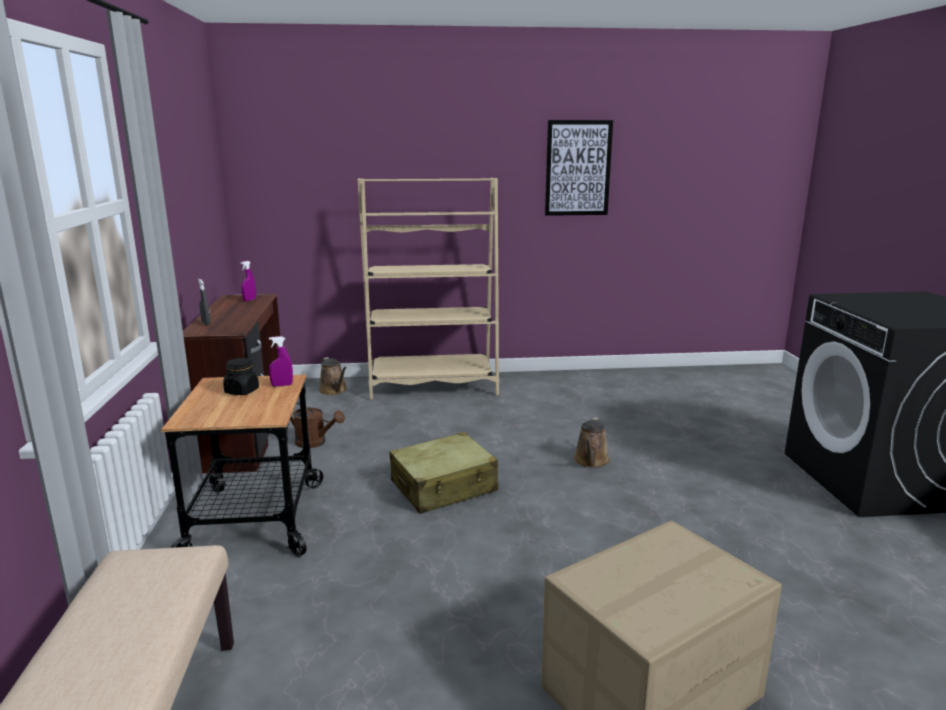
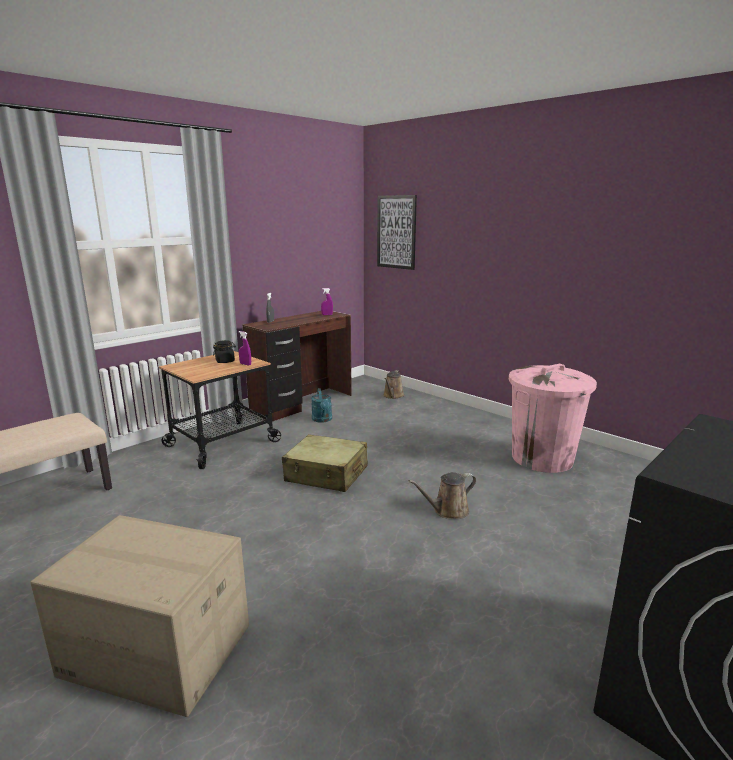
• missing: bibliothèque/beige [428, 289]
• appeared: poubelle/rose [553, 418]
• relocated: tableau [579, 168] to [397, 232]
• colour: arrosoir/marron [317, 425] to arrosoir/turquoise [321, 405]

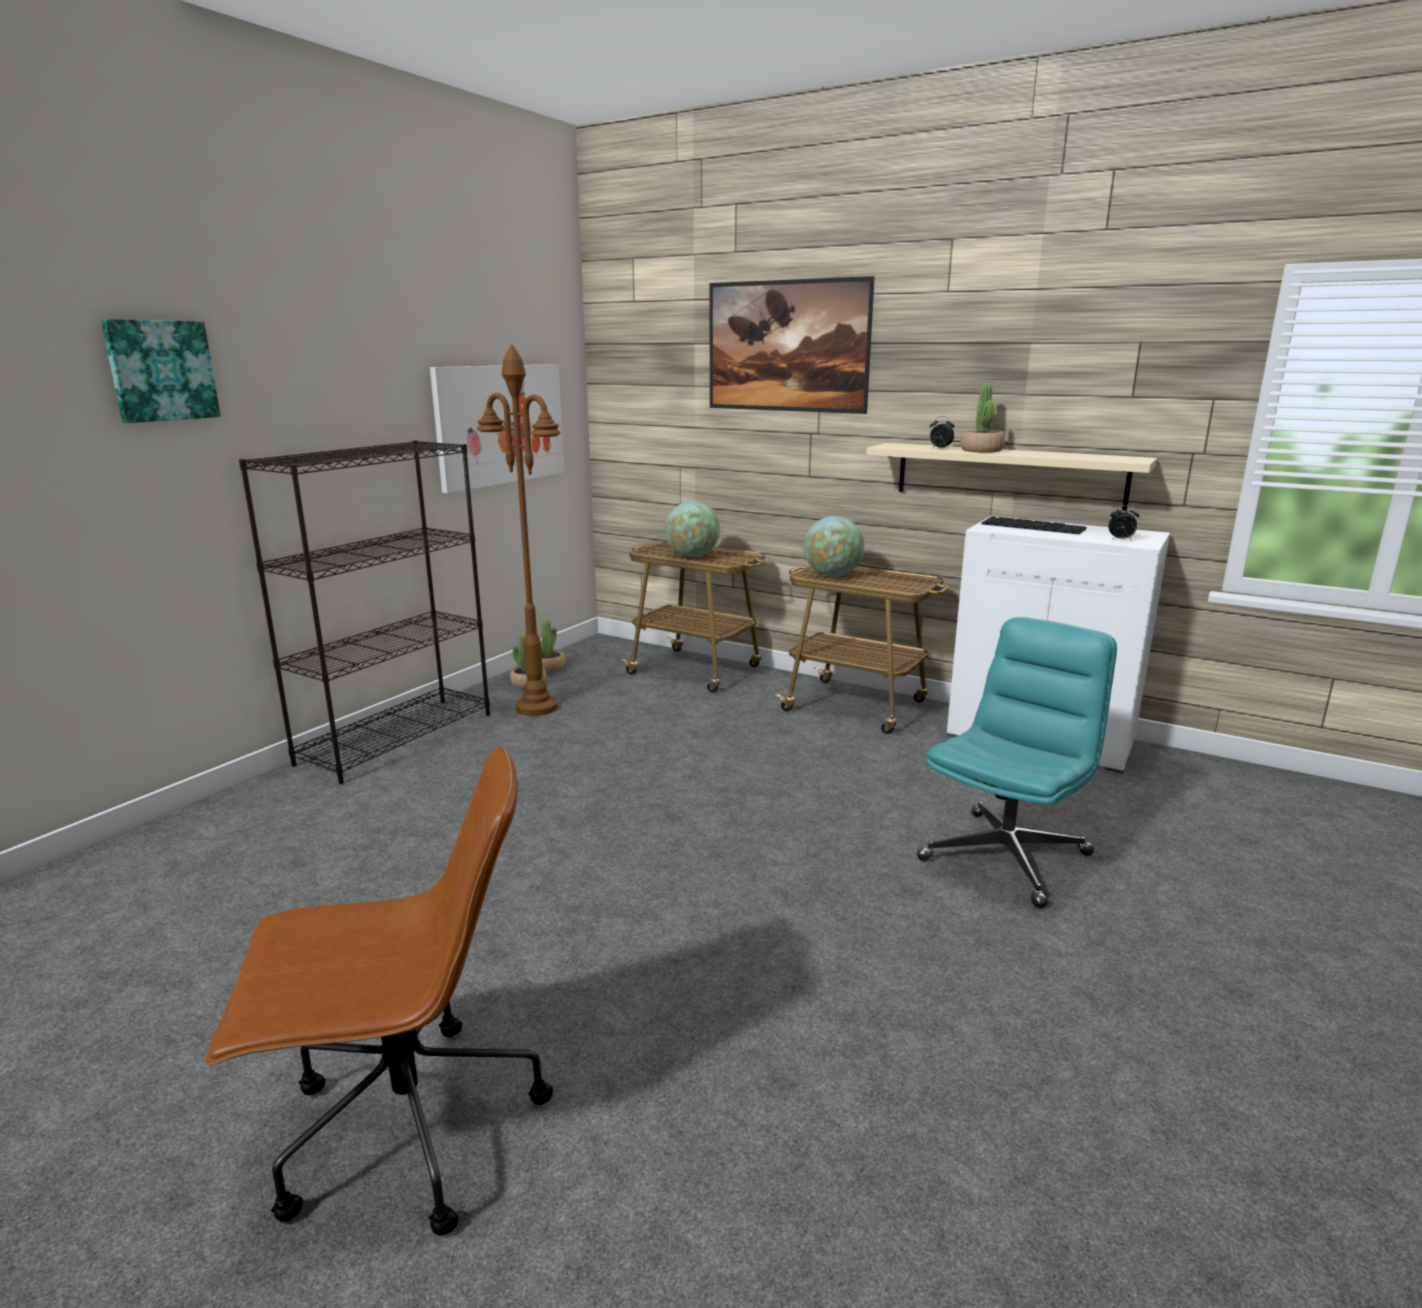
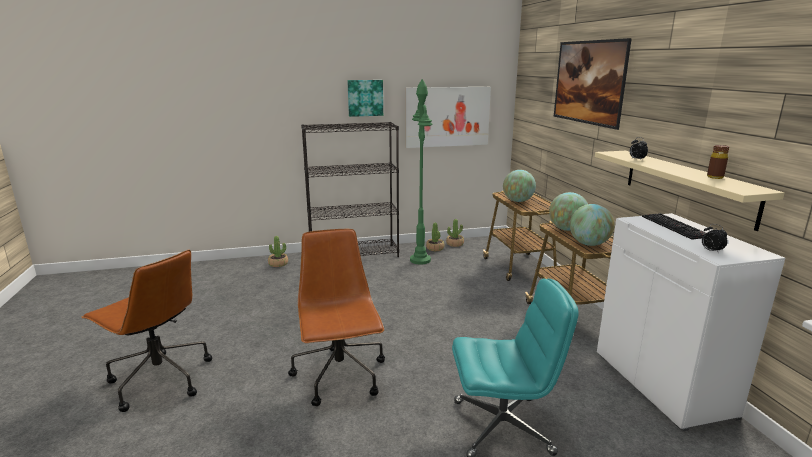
• appeared: chaise de bureau/marron [336, 317]
• appeared: globe [592, 225]
• appeared: bouteille/marron [718, 162]
• relocated: tableau [161, 371] to [365, 98]
• relocated: plante en pot [982, 418] to [278, 251]
• colour: lampadaire/marron [519, 530] to lampadaire/vert [421, 172]

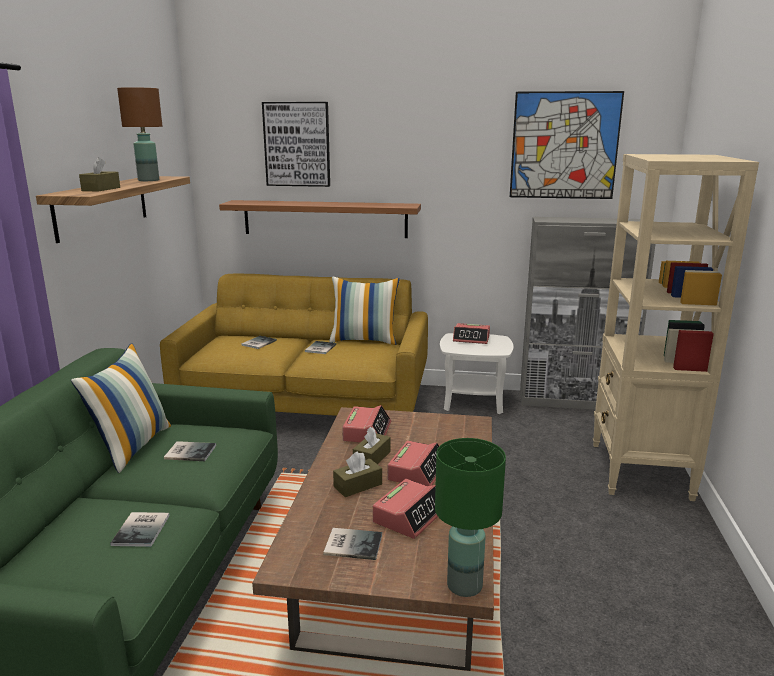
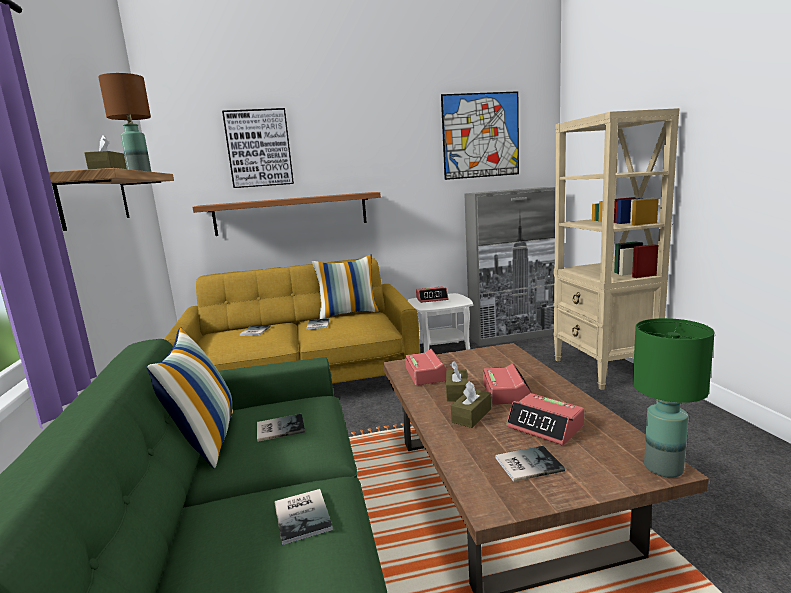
• spun: réveil [405, 509] = [545, 419] 120 degrees clockwise

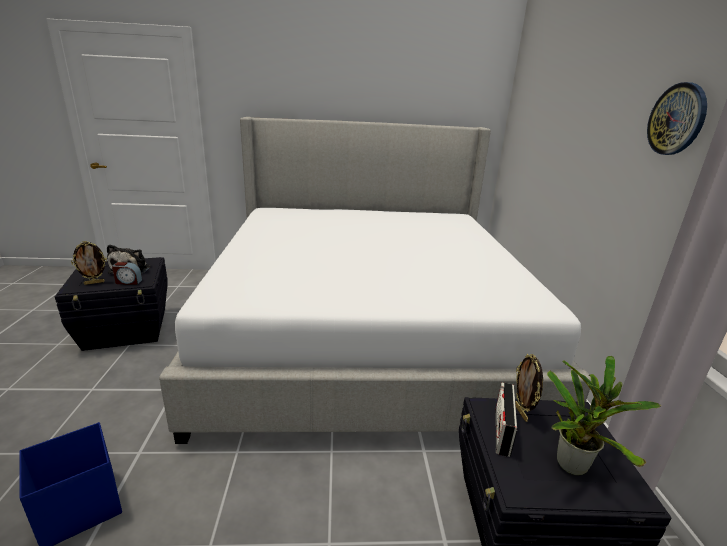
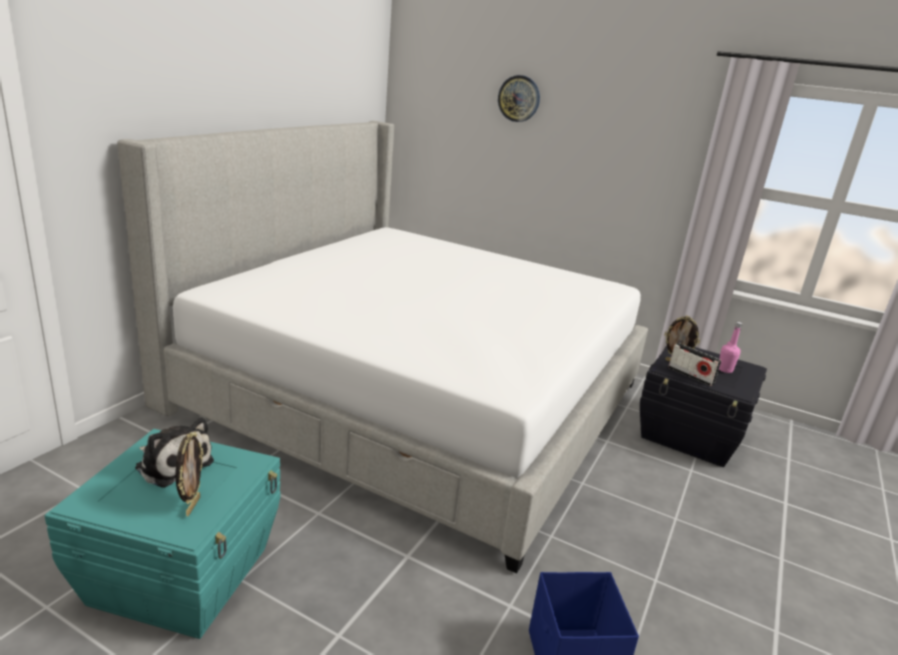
• missing: réveil [127, 273]
• relocated: horloge murale [677, 118] to [519, 98]
• exchanged: plante en pot [604, 415] to bouteille/rose [730, 347]
• colour: boîte de rangement/noir [111, 304] to boîte de rangement/turquoise [163, 534]

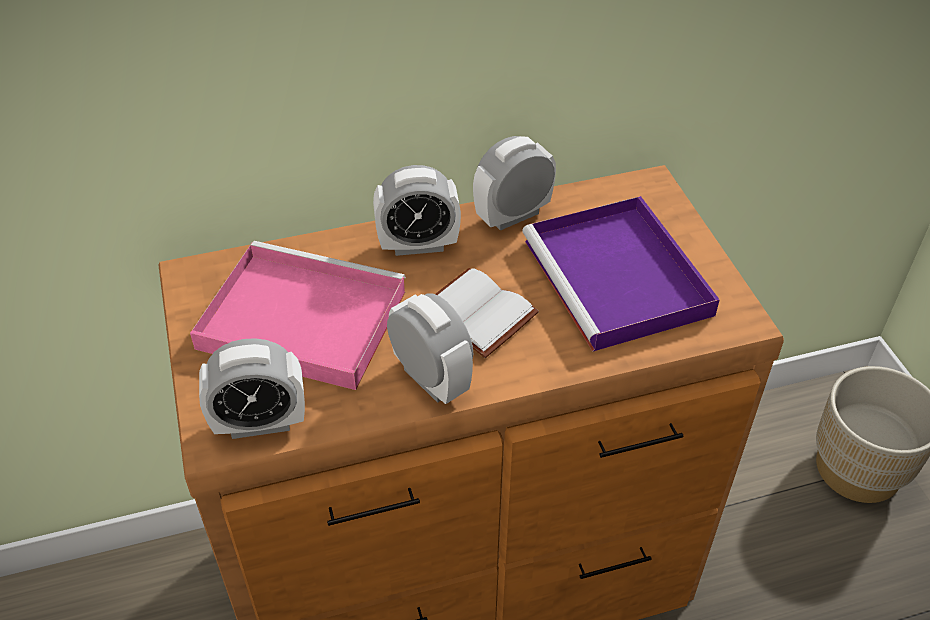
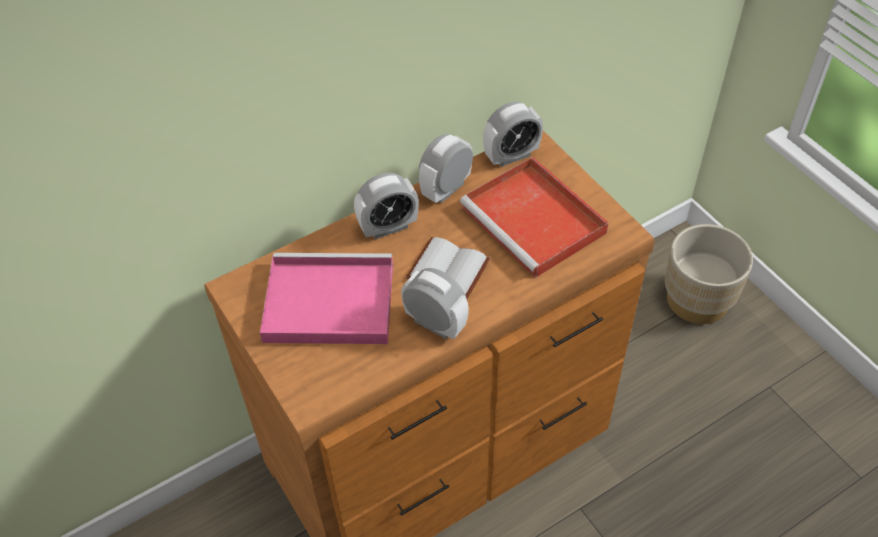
• relocated: réveil [252, 388] to [513, 134]
• colour: plateau/violet [621, 274] to plateau/rouge [534, 217]

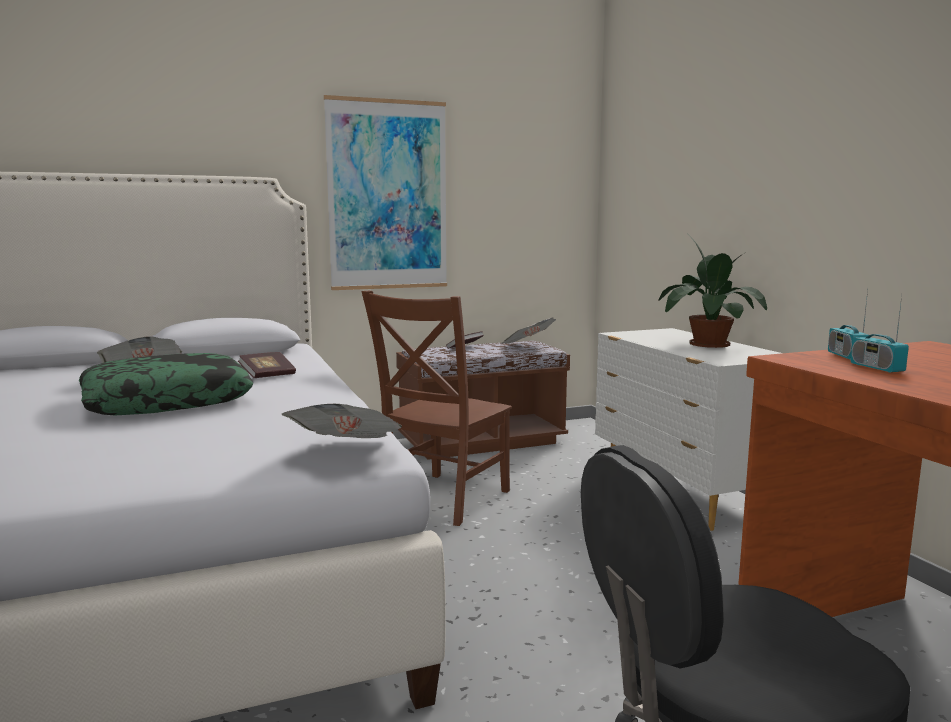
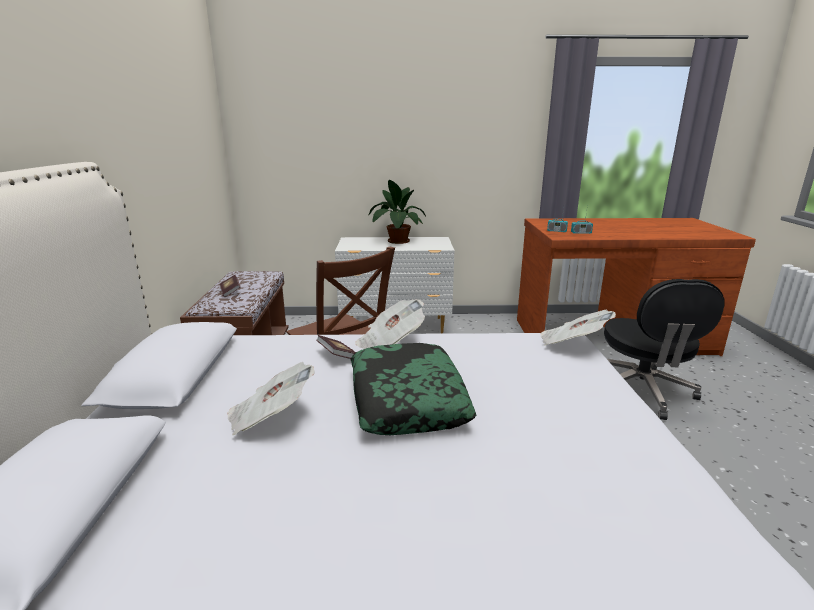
• missing: tableau [385, 192]
• relocated: journal [528, 330] to [390, 324]

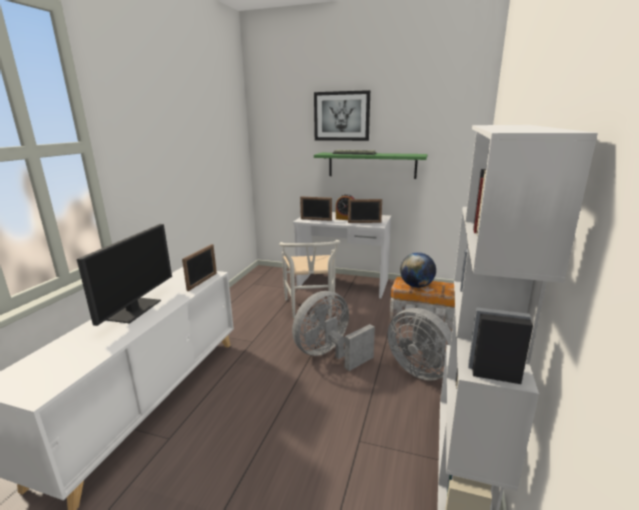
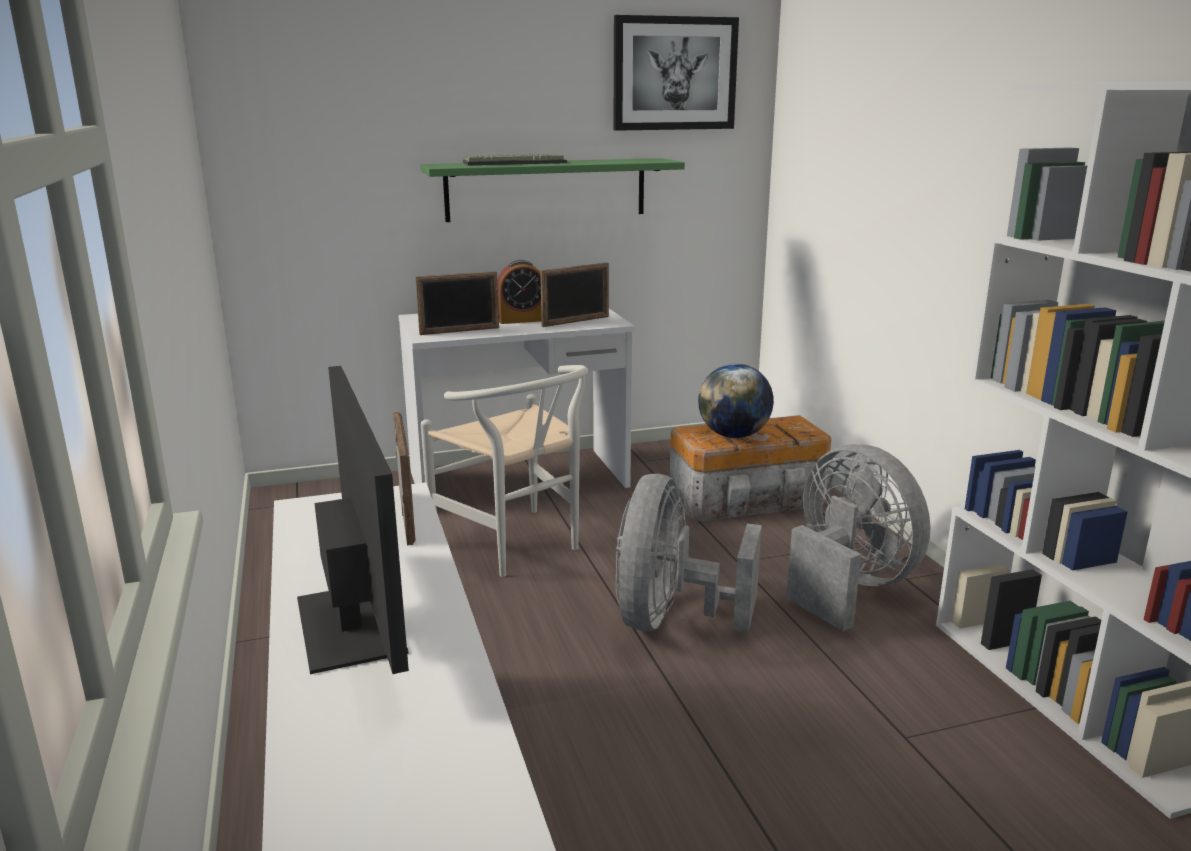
• relocated: tableau [342, 115] to [676, 73]
• spun: ventilateur/gris [420, 344] = [859, 537] 135 degrees counterclockwise

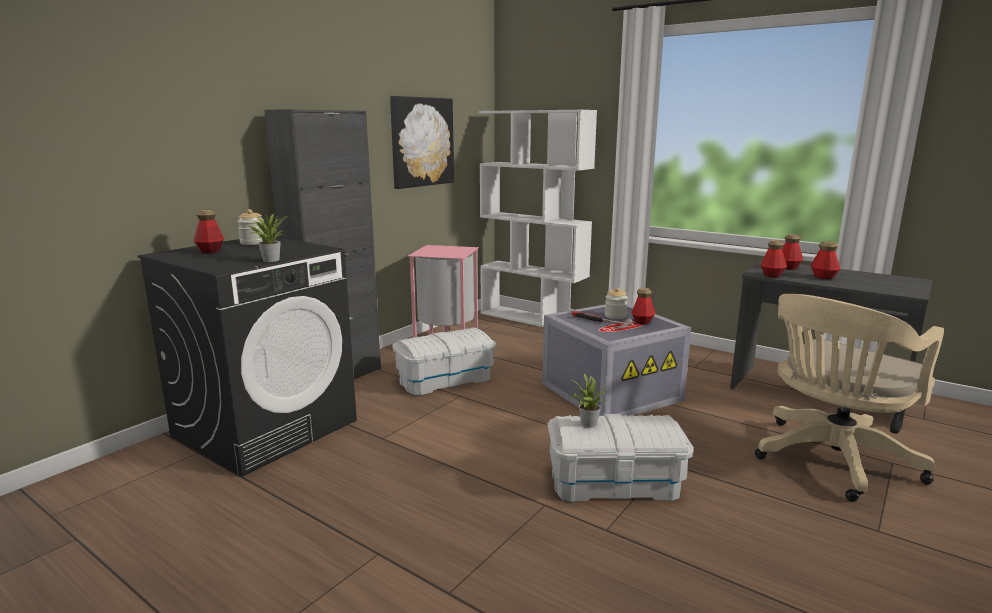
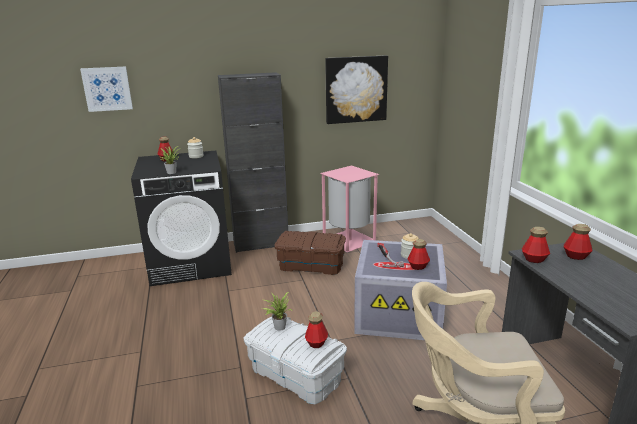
• missing: bibliothèque/blanc [538, 218]
• appeared: tableau [106, 89]
• relocated: bouteille [825, 260] to [316, 330]
• colour: boîte de rangement/blanc [444, 362] to boîte de rangement/marron [310, 253]

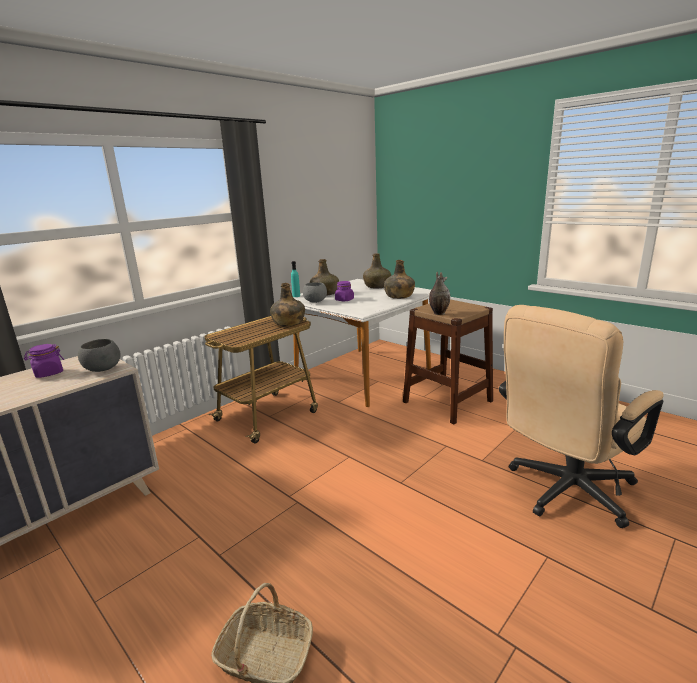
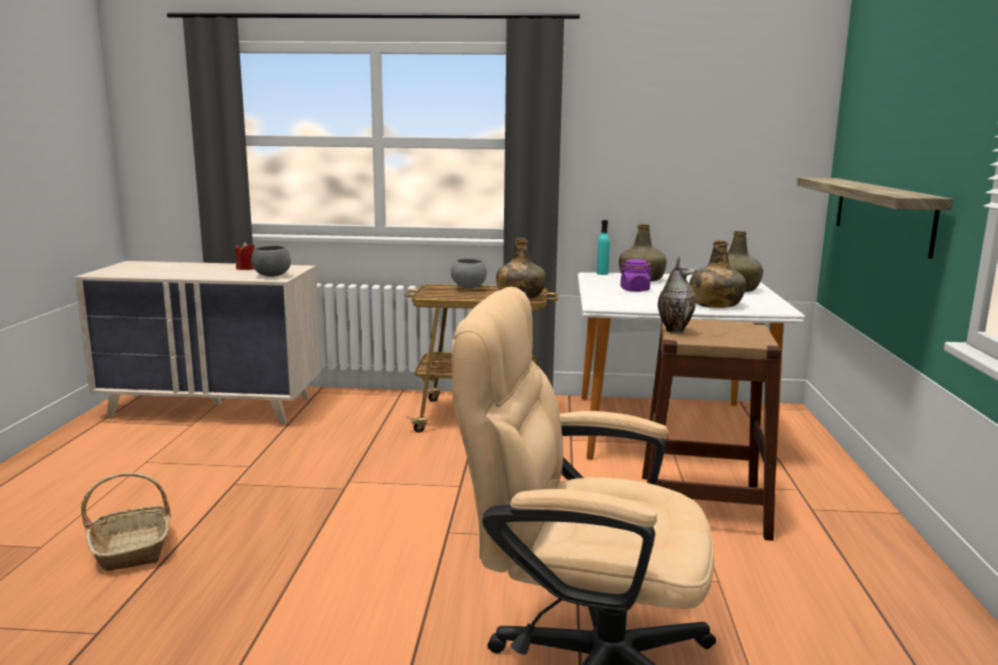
• appeared: étagère [875, 218]
• relocated: bol/gris [315, 292] to [469, 274]
• exchanged: bocal/violet [44, 361] to bougie/rouge [245, 256]

